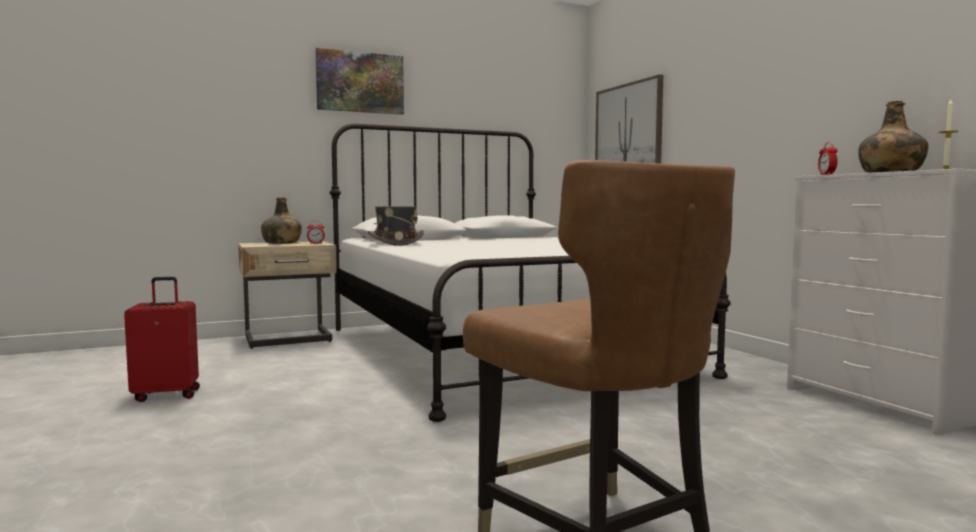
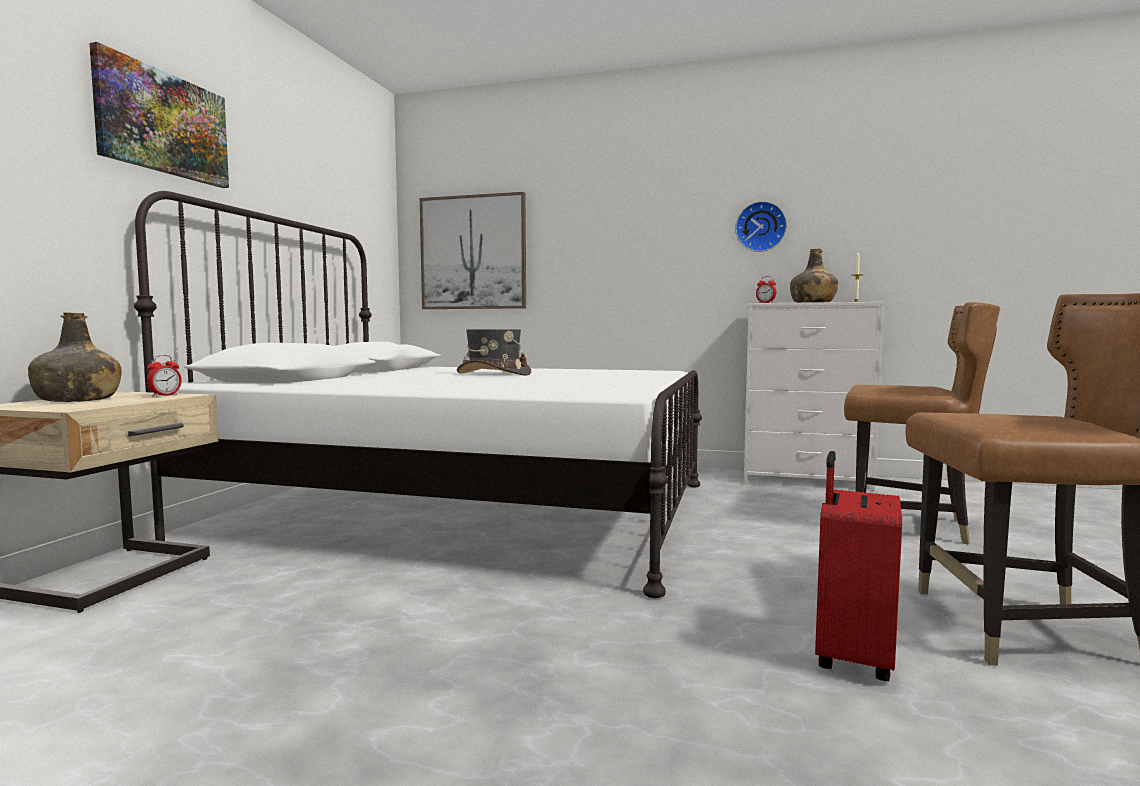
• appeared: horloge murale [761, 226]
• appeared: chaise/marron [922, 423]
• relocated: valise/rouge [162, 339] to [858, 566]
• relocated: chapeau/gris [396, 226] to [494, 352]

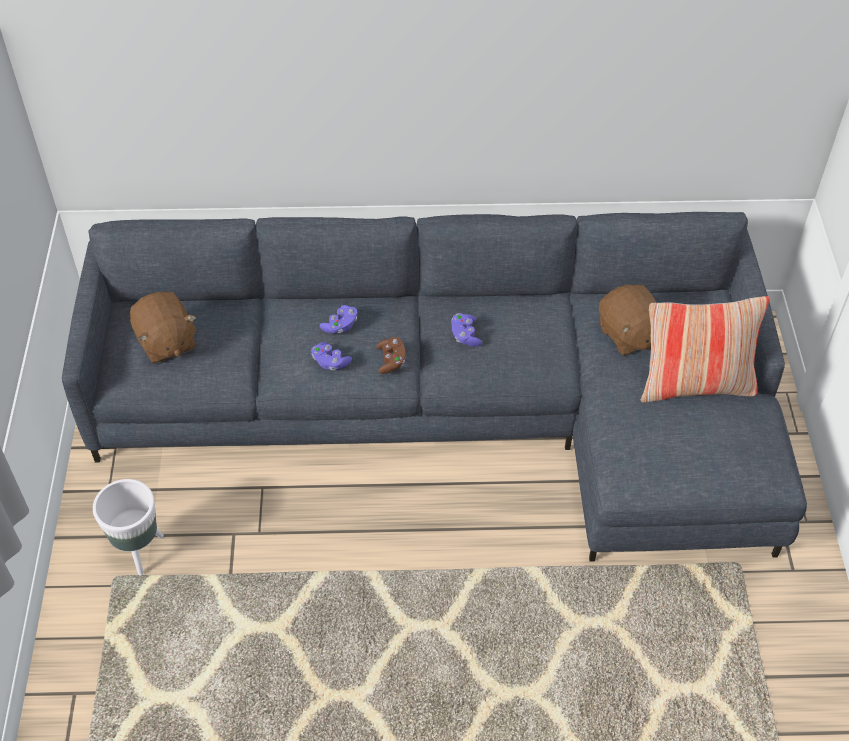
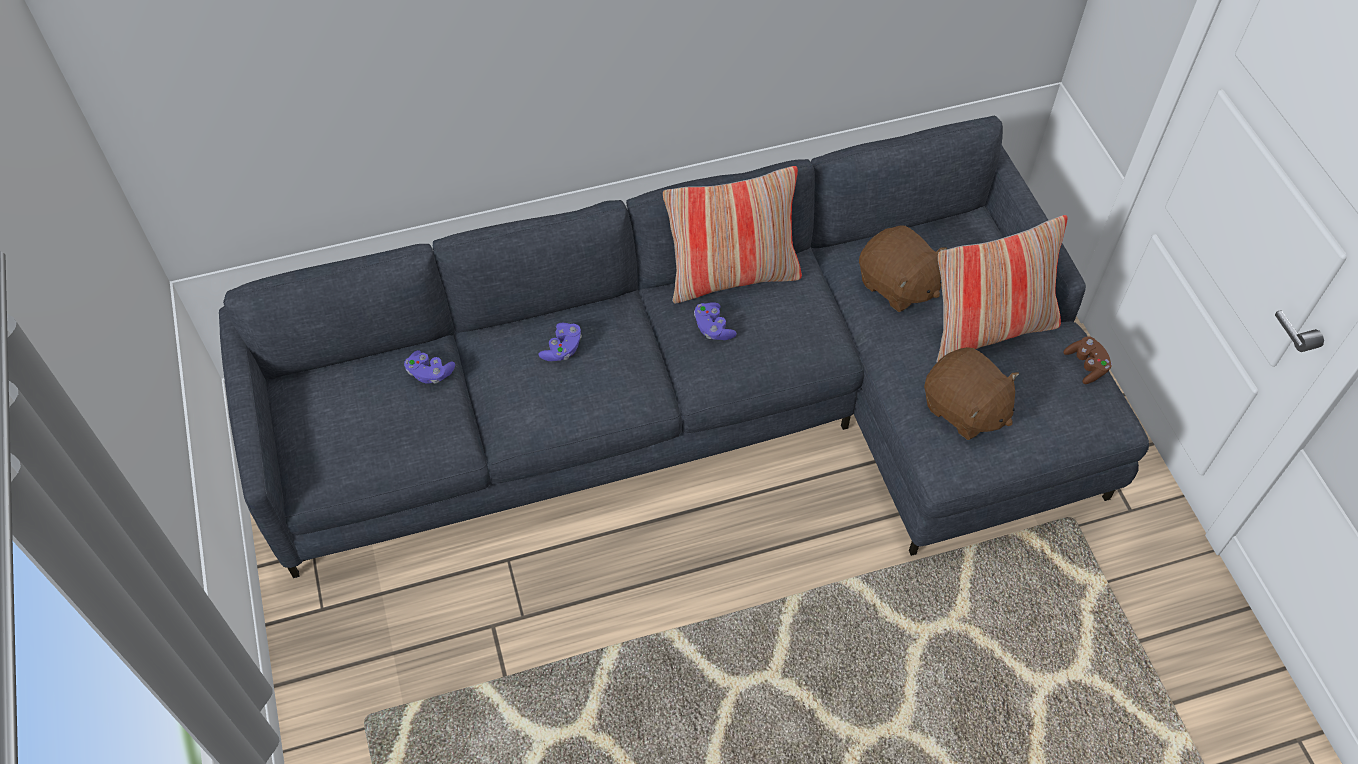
• missing: cache-pot/blanc [128, 527]
• appeared: coussin [732, 234]
• relocated: peluche/marron [163, 327] to [971, 393]
• relocated: manette/violet [331, 356] to [429, 367]
• relocated: manette/marron [390, 355] to [1087, 360]

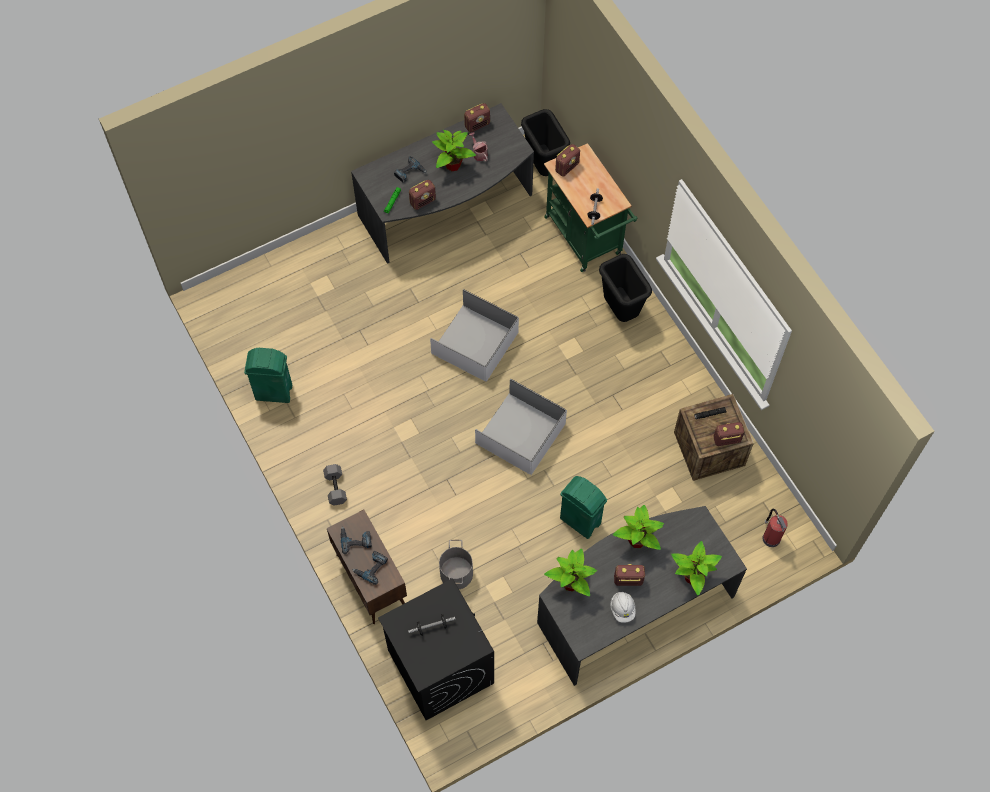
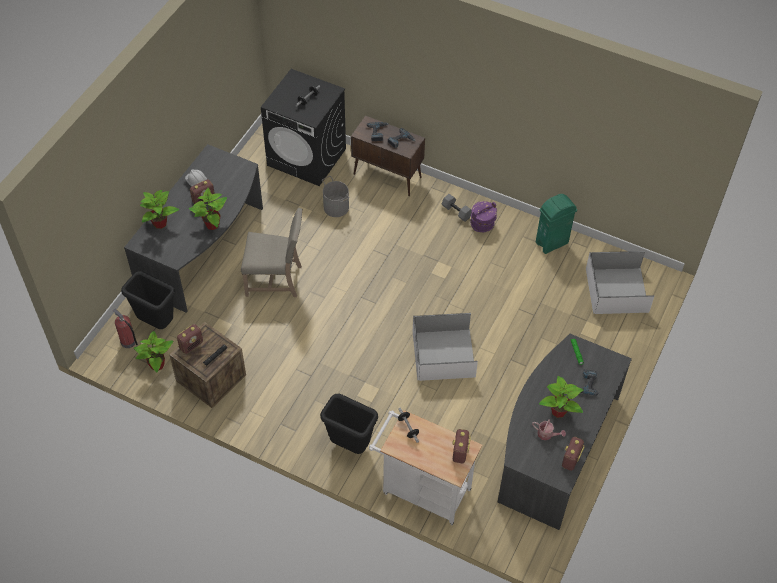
• missing: radio [422, 195]
• appeared: seau/violet [483, 216]
• relocated: boîte de rangement/blanc [521, 427] to [620, 282]
• relocated: poubelle/noir [545, 142] to [148, 300]
• relocated: plante en pot [570, 572] to [153, 352]
• exchanged: poubelle/vert [583, 507] to chaise/beige [272, 252]
• colour: chariot/vert [591, 207] to chariot/blanc [426, 467]

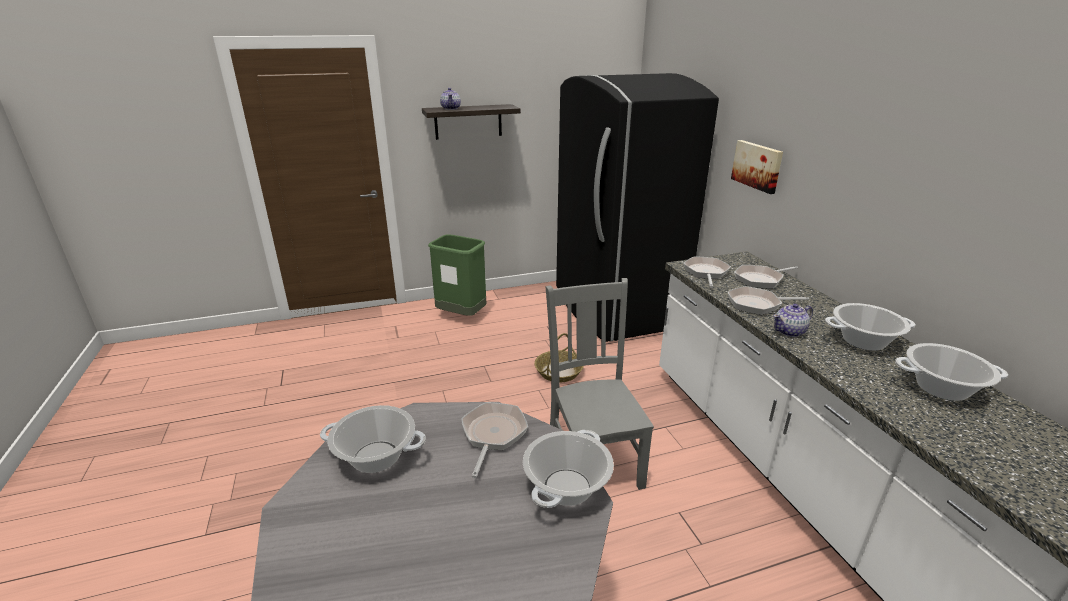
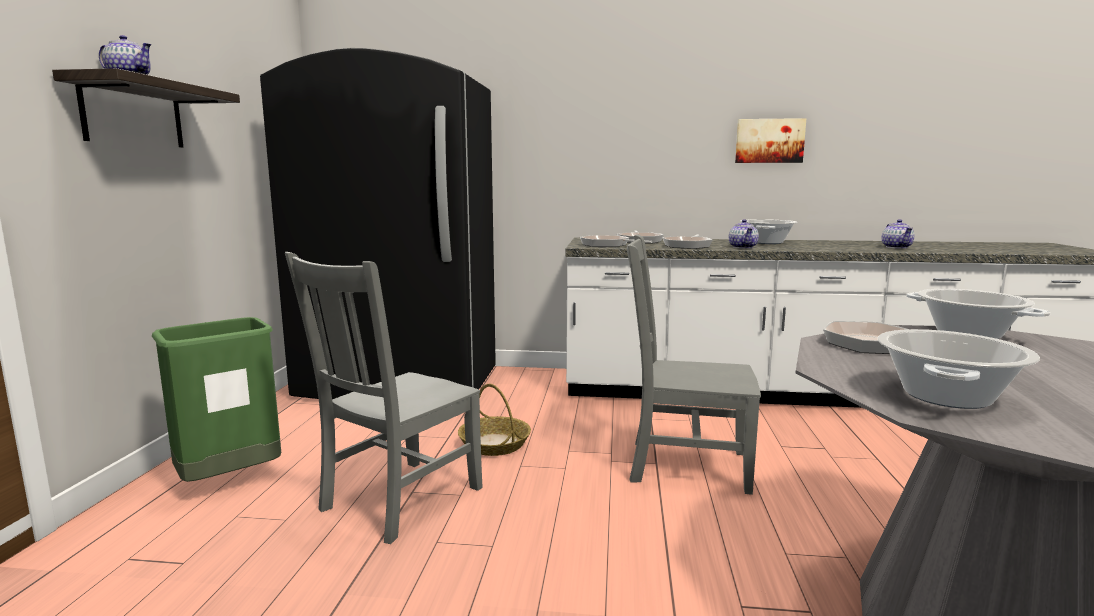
• missing: marmite [951, 372]
• appeared: chaise/gris [384, 398]
• appeared: théière [898, 234]
• relocated: tableau [757, 167] to [770, 140]

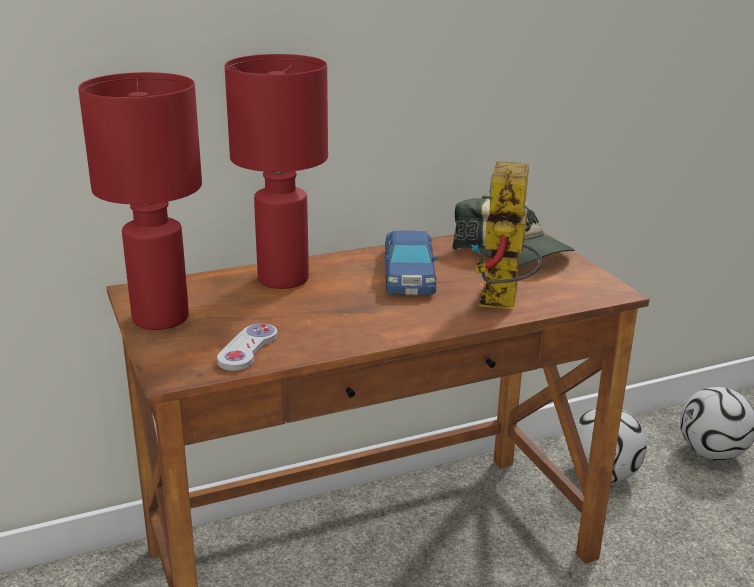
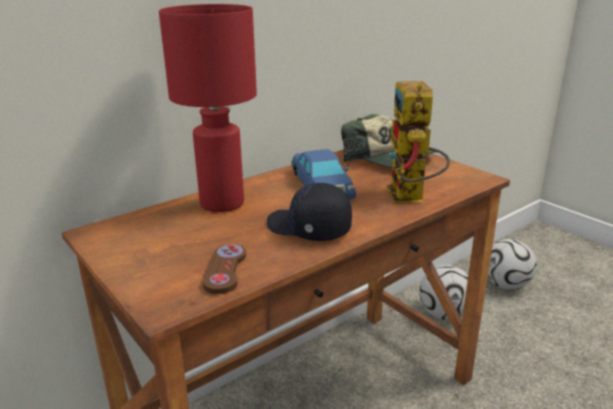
• missing: lampe de table/rouge [140, 201]
• appeared: casquette/noir [309, 212]
• colour: manette/blanc [247, 347] to manette/marron [224, 269]

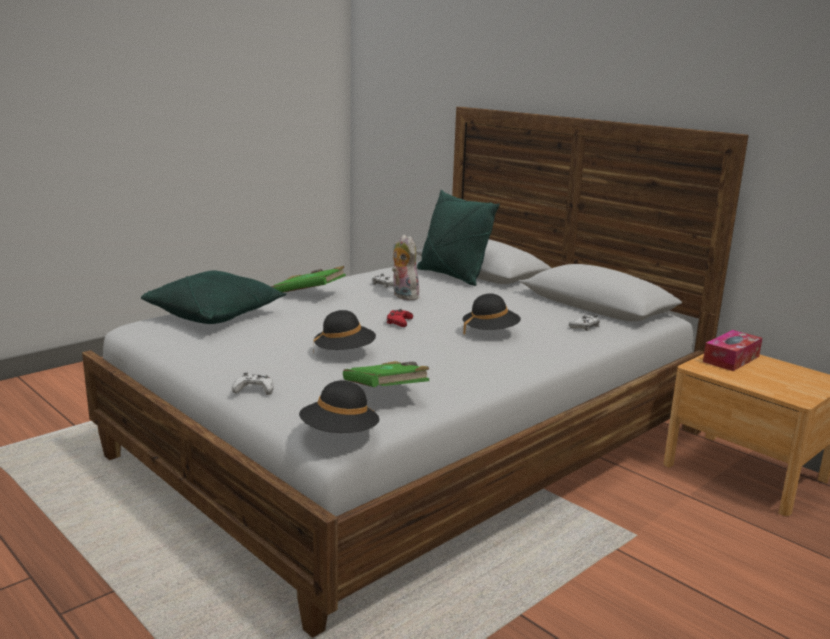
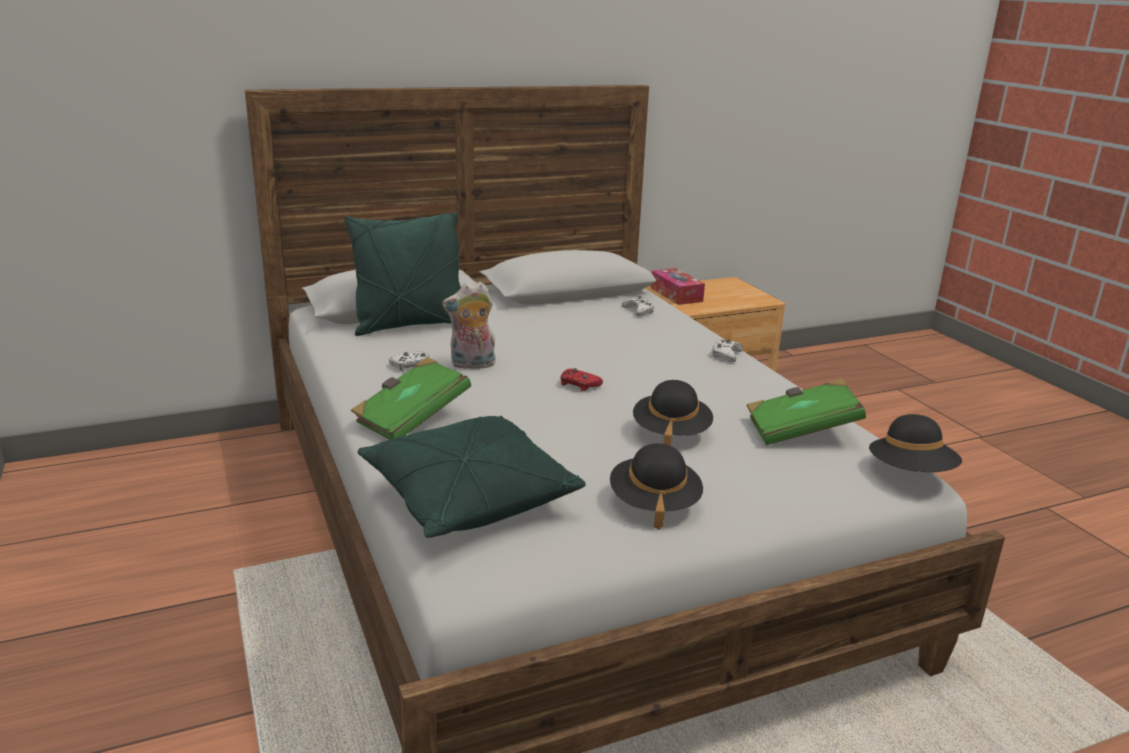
• relocated: manette/blanc [253, 383] to [727, 350]
• relocated: chapeau/noir [491, 314] to [656, 486]

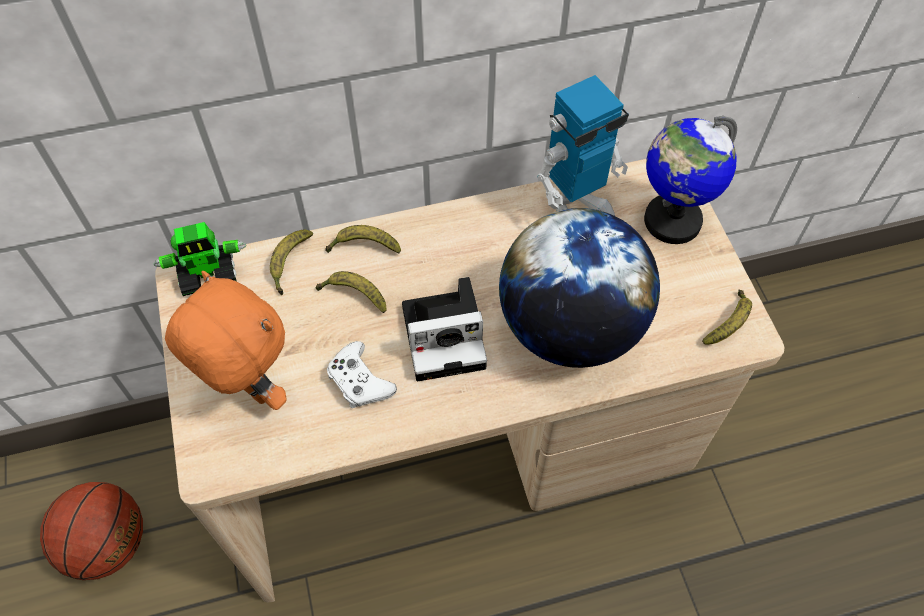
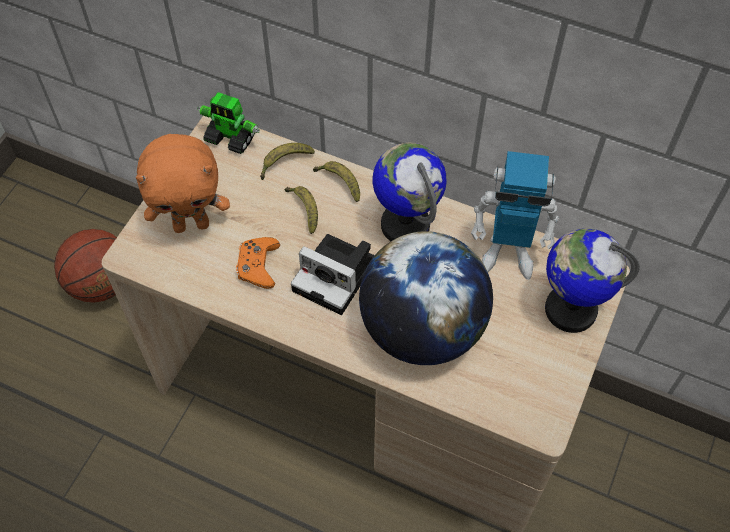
• missing: banane [727, 317]
• appeared: globe [409, 192]
• colour: manette/blanc [362, 374] to manette/orange [258, 263]
• spun: peluche/orange [226, 340] = [183, 183] 90 degrees clockwise

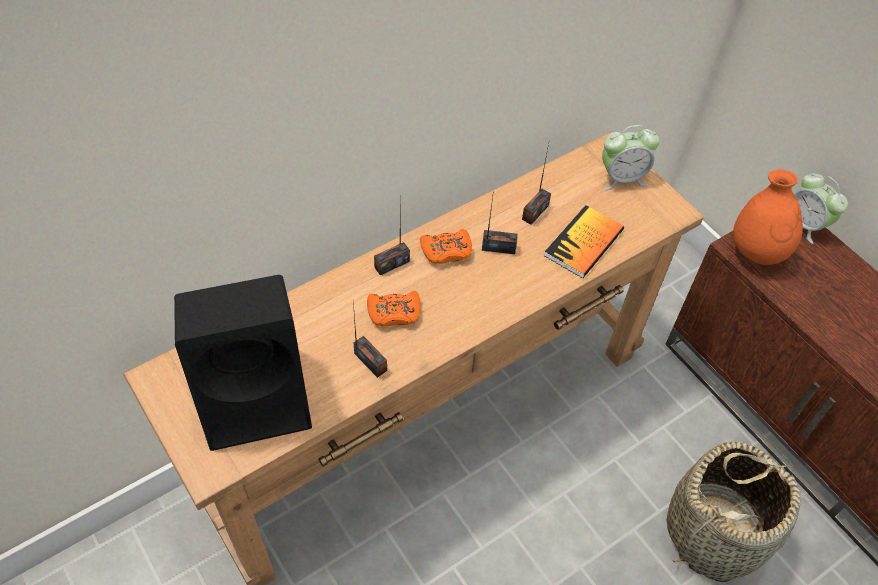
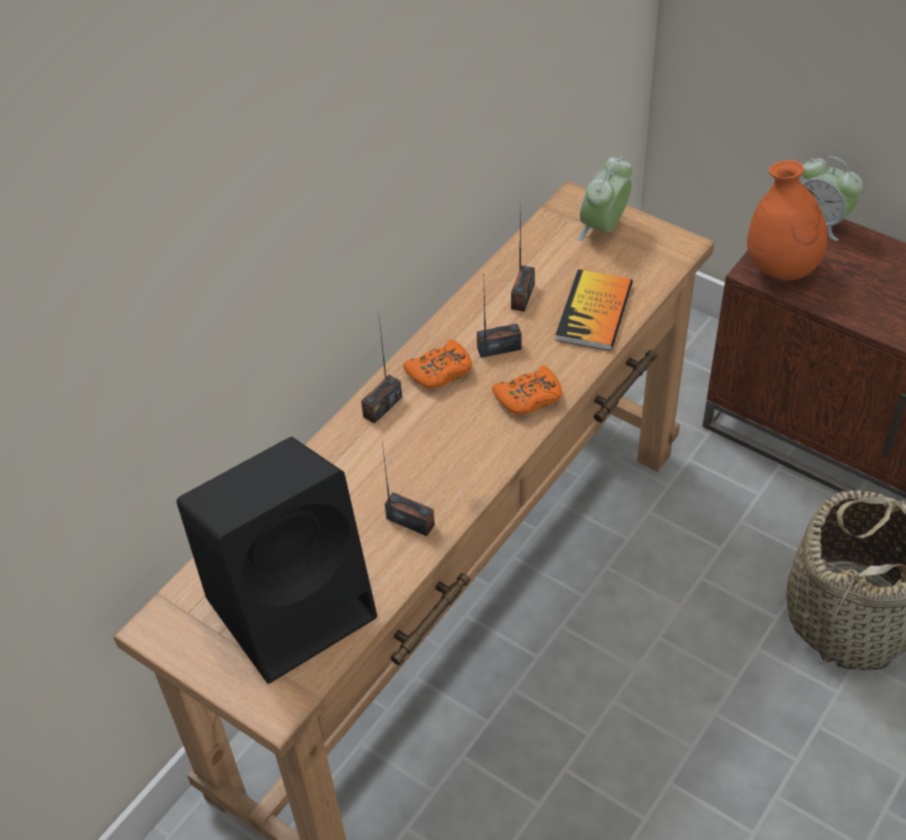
• relocated: manette/orange [394, 308] to [527, 390]
• spun: réveil [631, 157] = [604, 199] 150 degrees clockwise

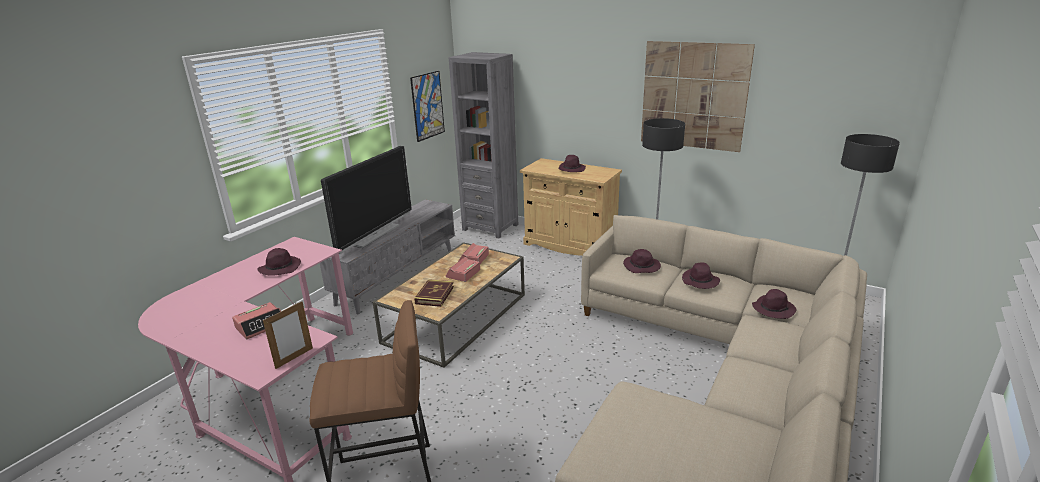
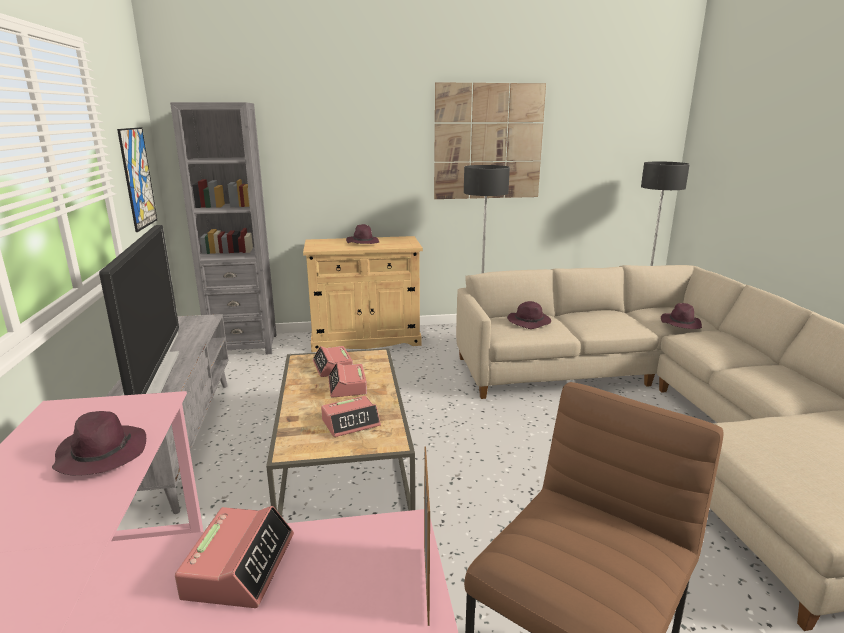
• missing: chapeau/violet [701, 276]
• exchanged: livre [434, 293] to réveil [351, 416]

